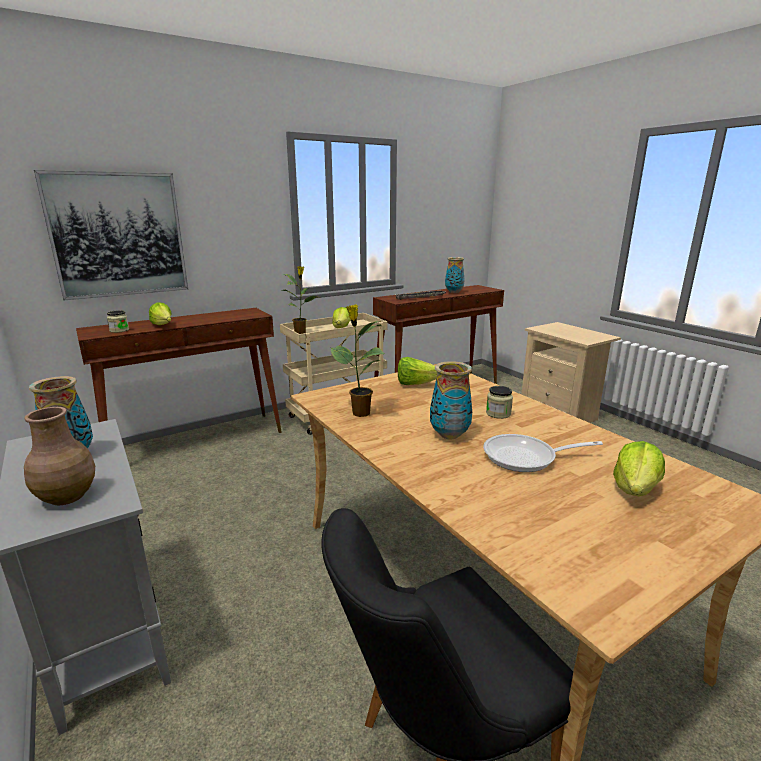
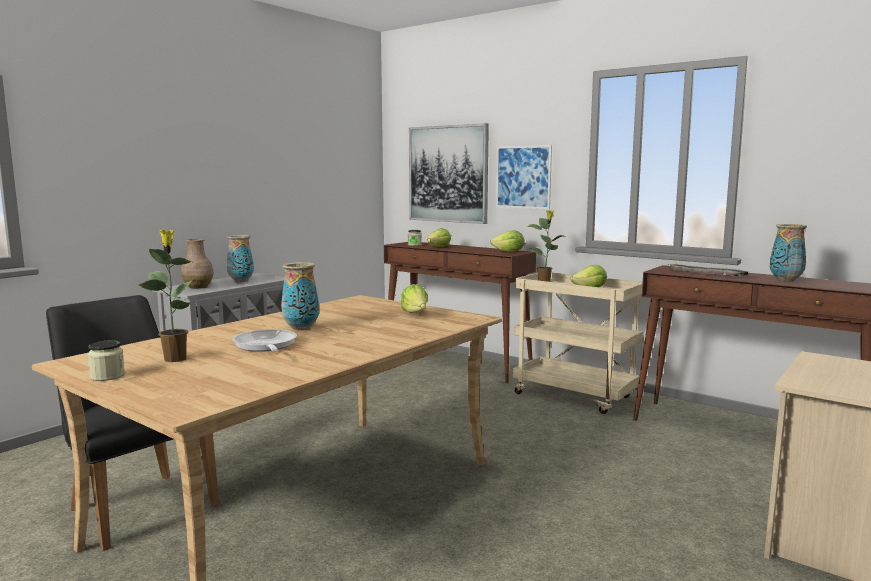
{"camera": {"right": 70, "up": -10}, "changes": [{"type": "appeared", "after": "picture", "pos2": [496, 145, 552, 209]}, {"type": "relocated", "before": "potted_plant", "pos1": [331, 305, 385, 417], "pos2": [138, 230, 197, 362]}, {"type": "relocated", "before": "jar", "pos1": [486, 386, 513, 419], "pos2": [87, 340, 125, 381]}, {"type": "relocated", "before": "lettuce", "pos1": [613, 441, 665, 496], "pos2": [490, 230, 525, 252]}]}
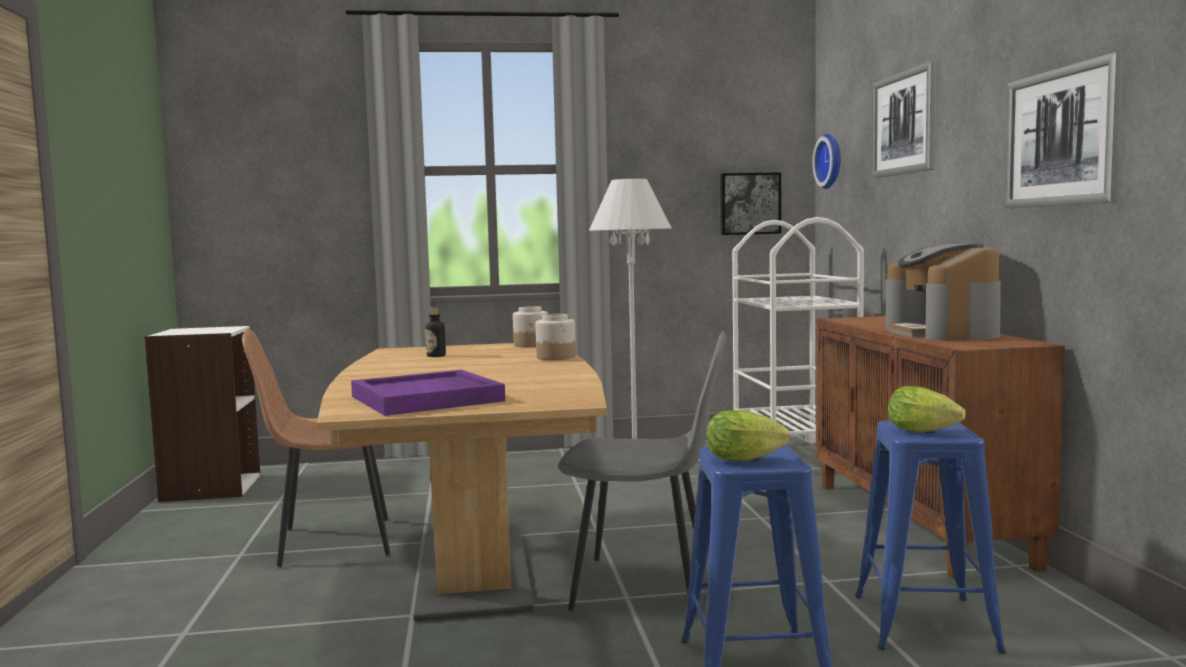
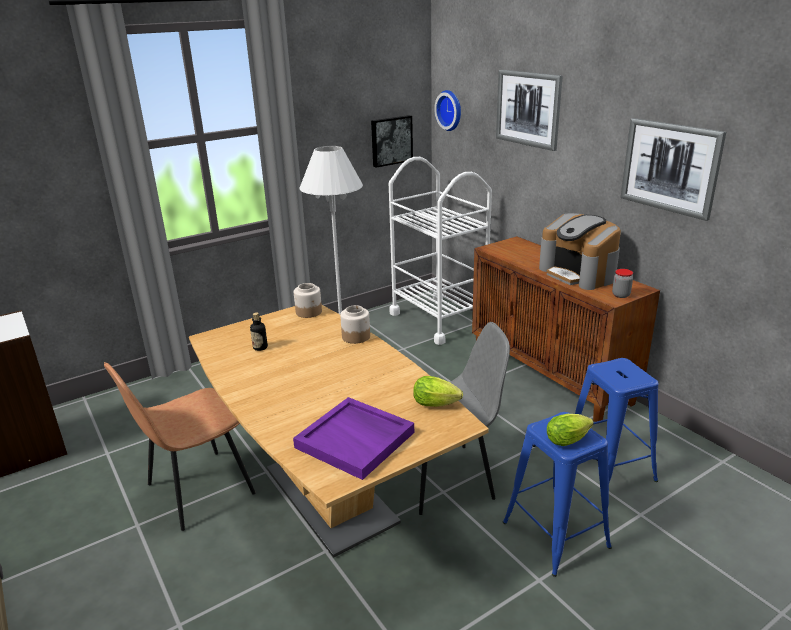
{"camera": {"right": -25, "up": 20}, "changes": [{"type": "appeared", "after": "jar", "pos2": [612, 269, 633, 298]}, {"type": "relocated", "before": "lettuce", "pos1": [888, 386, 966, 433], "pos2": [413, 376, 463, 407]}]}
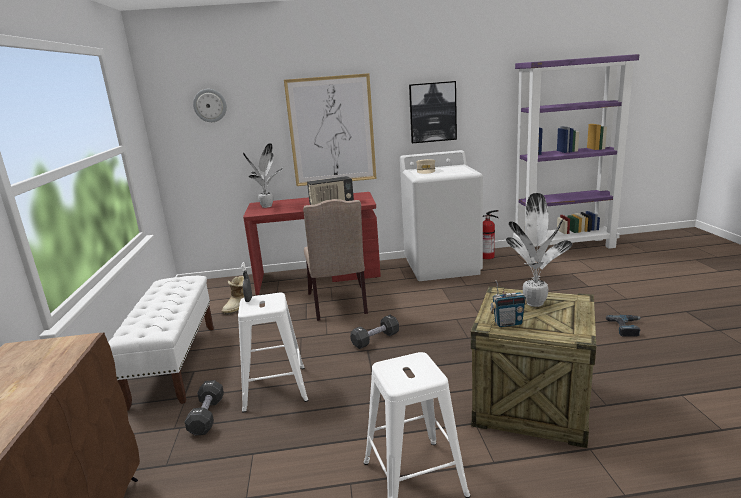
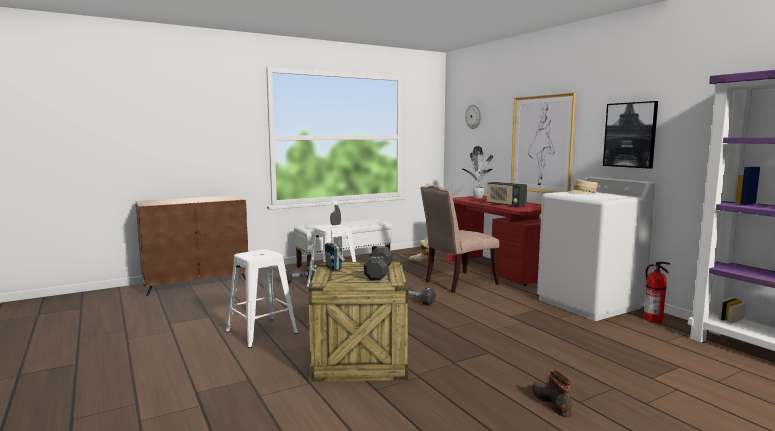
{"camera": {"right": 65, "up": -10}, "changes": [{"type": "exchanged", "before": "potted_plant", "after": "black_dumbbell", "pos1": [506, 193, 572, 307], "pos2": [364, 246, 392, 281]}, {"type": "exchanged", "before": "power_drill", "after": "boot", "pos1": [606, 315, 641, 336], "pos2": [532, 369, 572, 417]}]}
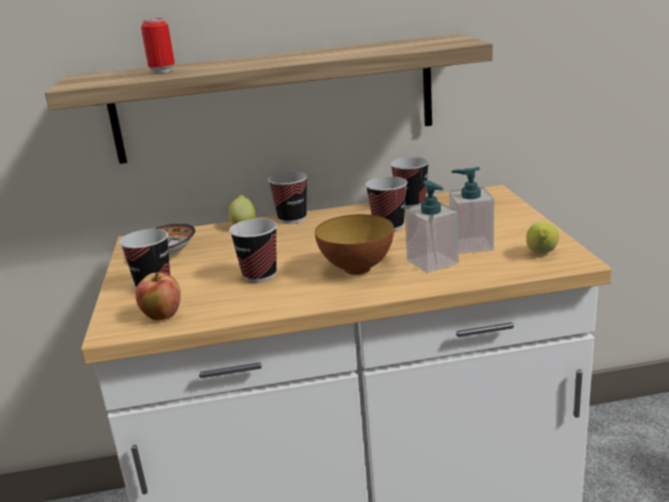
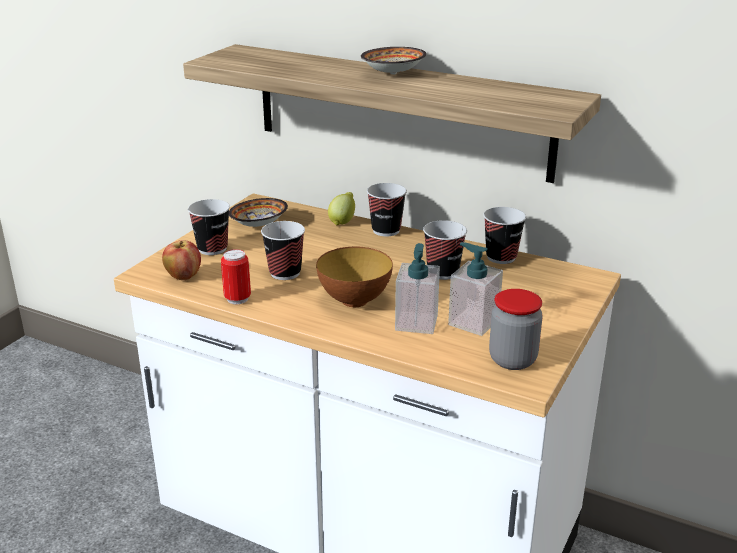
{"camera": {"right": 35, "up": 5}, "changes": [{"type": "appeared", "after": "bowl", "pos2": [361, 47, 426, 74]}, {"type": "relocated", "before": "can", "pos1": [141, 18, 175, 73], "pos2": [221, 249, 251, 304]}, {"type": "exchanged", "before": "lemon", "after": "jar", "pos1": [526, 221, 559, 254], "pos2": [489, 289, 543, 370]}]}
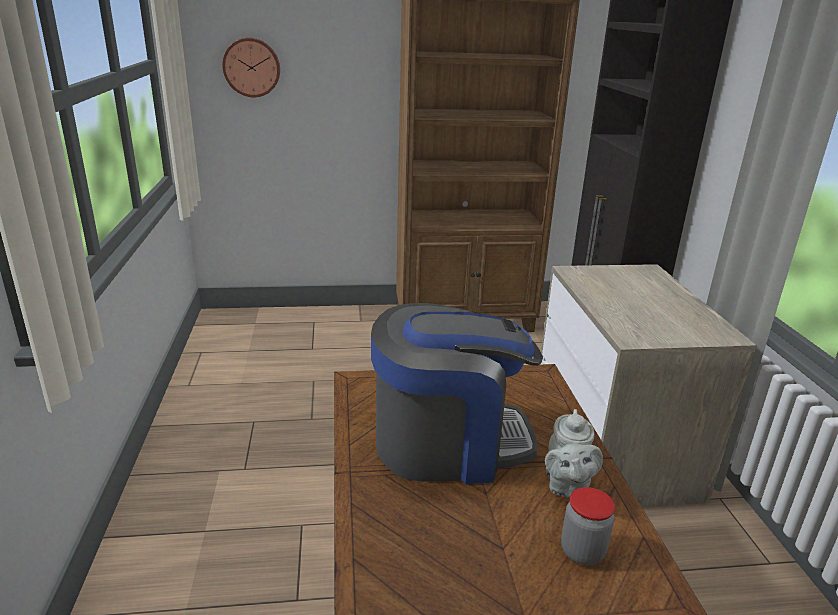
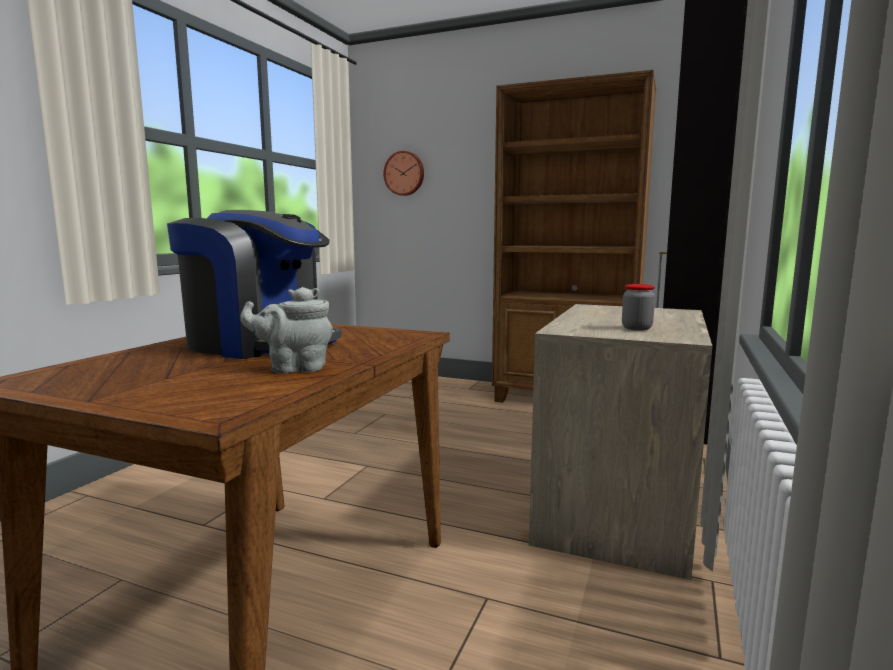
{"camera": {"right": 30, "up": -15}, "changes": [{"type": "relocated", "before": "jar", "pos1": [561, 487, 615, 565], "pos2": [622, 284, 655, 331]}, {"type": "spun", "before": "grey_teapot", "pos1": [545, 409, 603, 498], "pos2": [240, 287, 333, 373], "turn": 45}]}
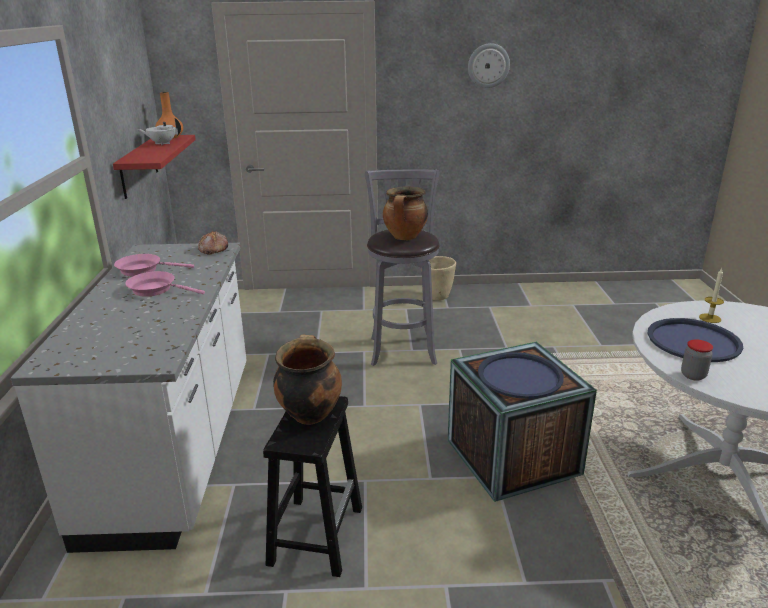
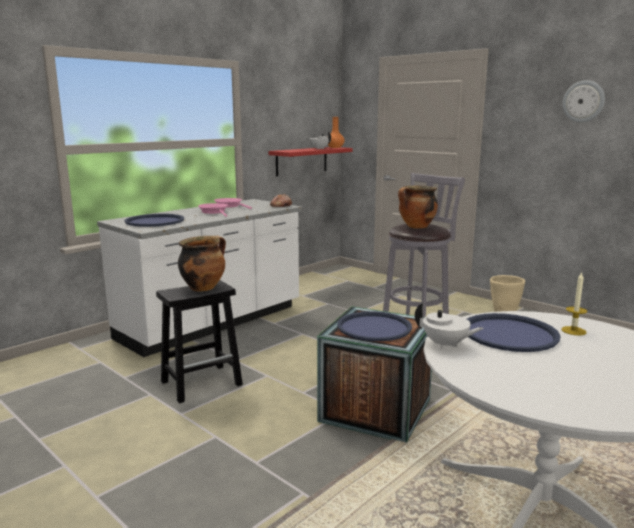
{"camera": {"right": 45, "up": -10}, "changes": [{"type": "appeared", "after": "blue_tray", "pos2": [124, 214, 184, 227]}, {"type": "exchanged", "before": "jar", "after": "white_teapot", "pos1": [681, 339, 713, 381], "pos2": [415, 302, 484, 349]}]}
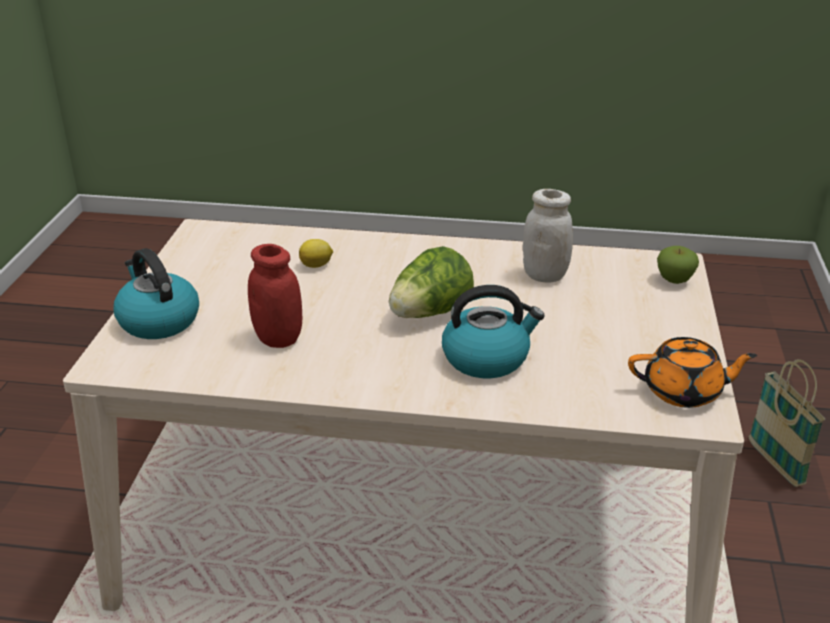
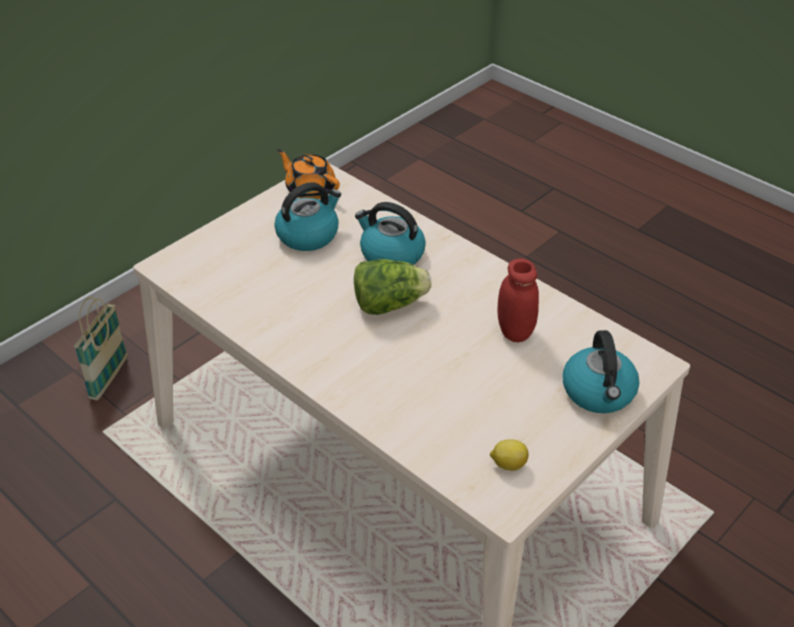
{"camera": {"right": -145, "up": 10}, "changes": [{"type": "missing", "before": "white_jar", "pos1": [523, 189, 573, 283]}, {"type": "missing", "before": "apple", "pos1": [657, 246, 699, 284]}, {"type": "appeared", "after": "kettle", "pos2": [274, 182, 341, 251]}, {"type": "relocated", "before": "lemon", "pos1": [299, 239, 333, 268], "pos2": [490, 439, 529, 471]}]}
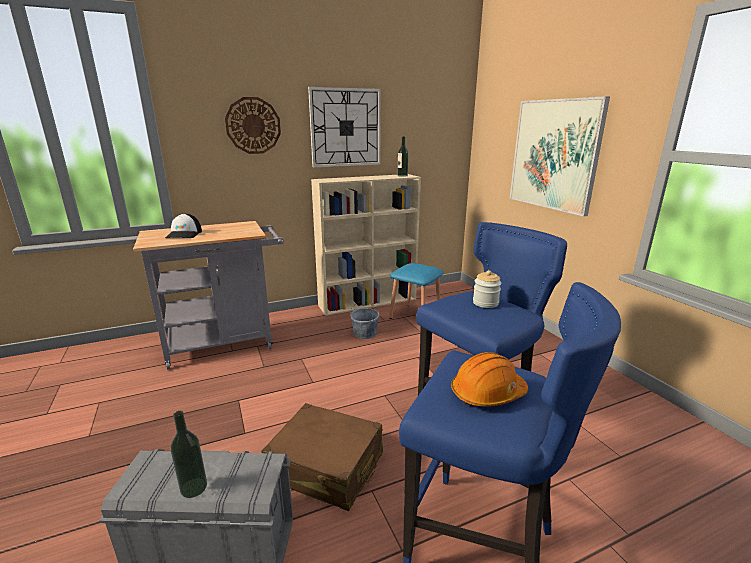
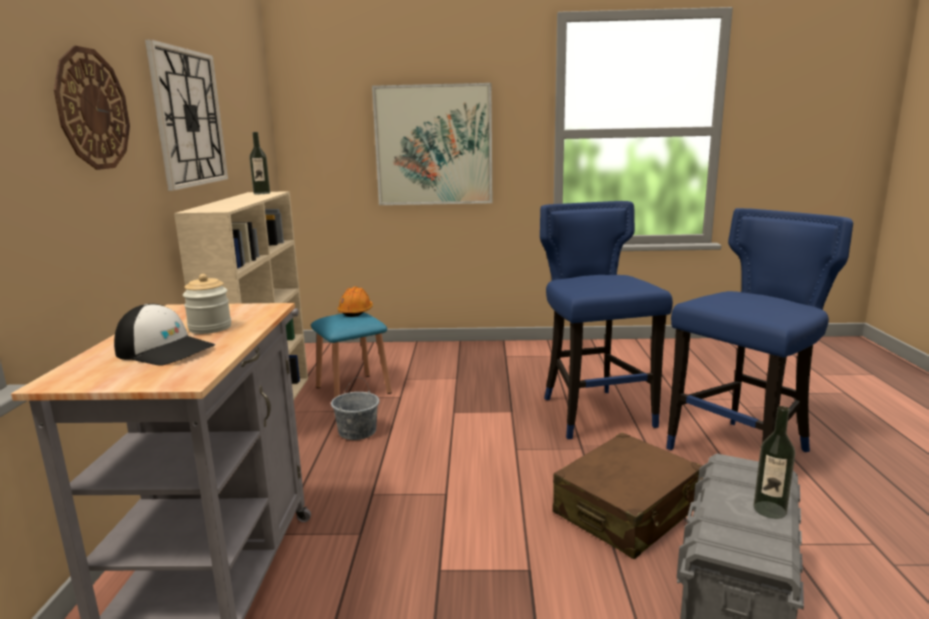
{"camera": {"right": -65, "up": -5}, "changes": [{"type": "relocated", "before": "orange_hard_hat", "pos1": [451, 352, 528, 407], "pos2": [337, 287, 373, 317]}, {"type": "relocated", "before": "jar", "pos1": [473, 270, 501, 308], "pos2": [183, 274, 231, 334]}]}
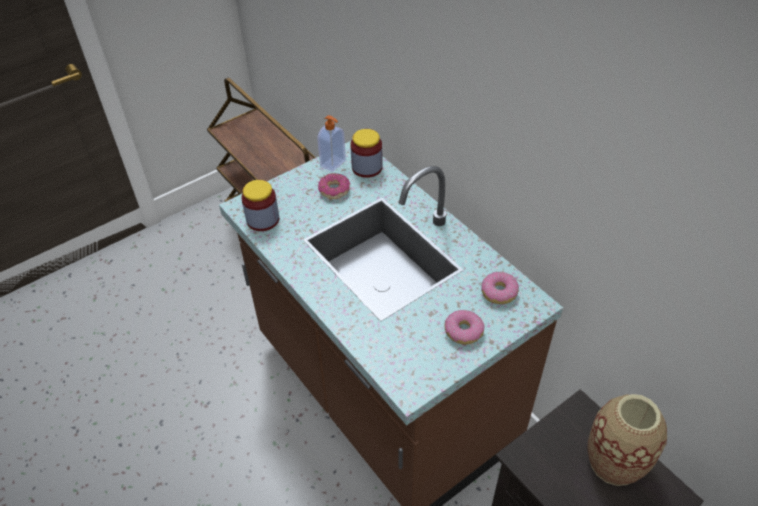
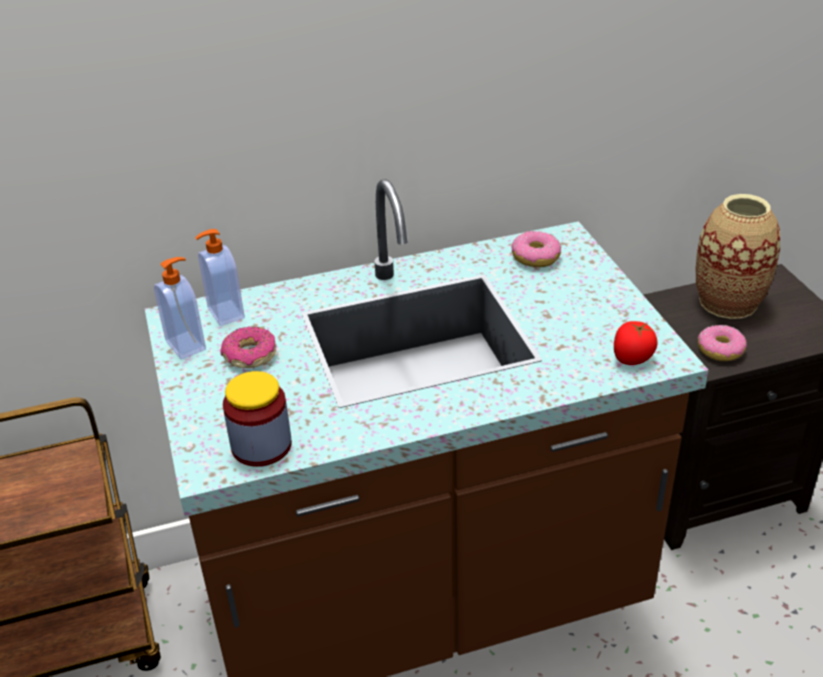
{"camera": {"right": -70, "up": -10}, "changes": [{"type": "appeared", "after": "tomato", "pos2": [614, 321, 658, 365]}, {"type": "relocated", "before": "donut", "pos1": [444, 309, 485, 345], "pos2": [697, 325, 747, 361]}, {"type": "exchanged", "before": "jar", "after": "soap_dispenser", "pos1": [350, 129, 383, 178], "pos2": [195, 229, 245, 326]}]}
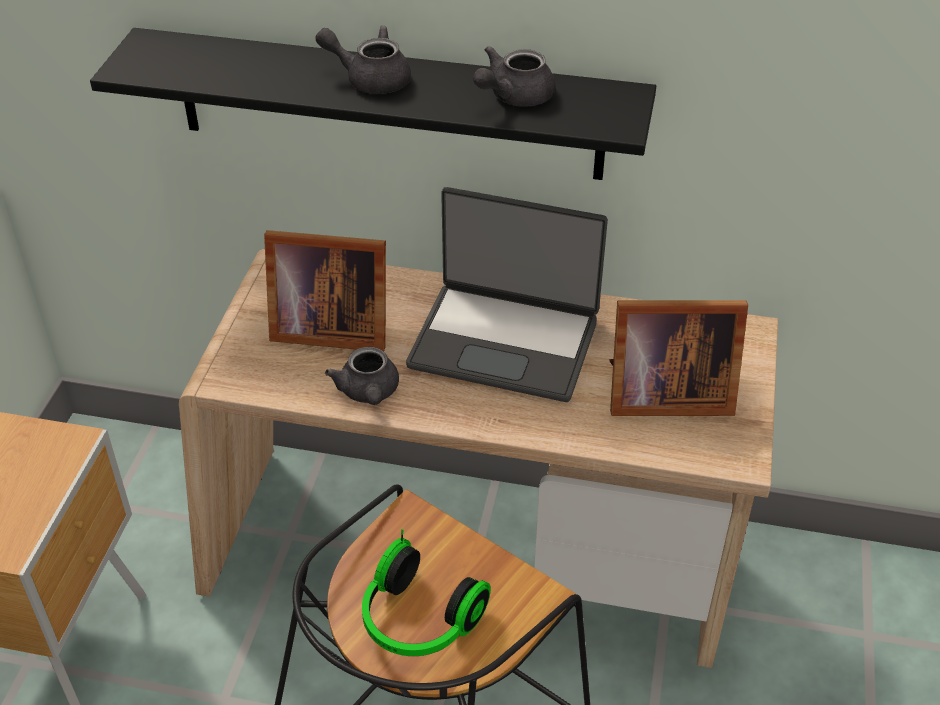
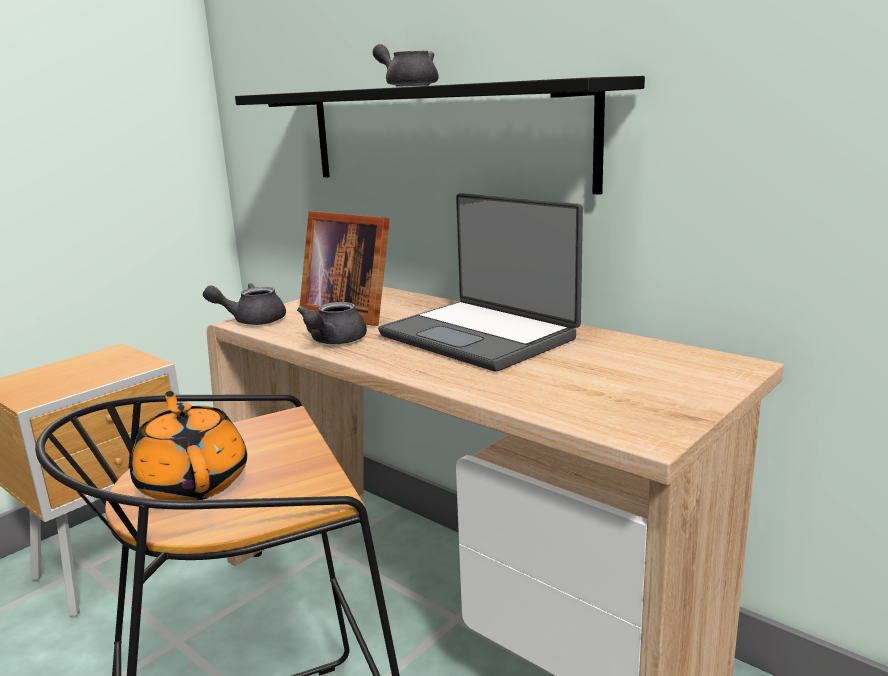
{"camera": {"right": 30, "up": -25}, "changes": [{"type": "missing", "before": "picture_frame", "pos1": [610, 300, 748, 416]}, {"type": "relocated", "before": "grey_teapot", "pos1": [473, 46, 556, 107], "pos2": [203, 283, 286, 325]}, {"type": "exchanged", "before": "headphones", "after": "orange_teapot", "pos1": [362, 529, 491, 656], "pos2": [130, 391, 247, 500]}]}
